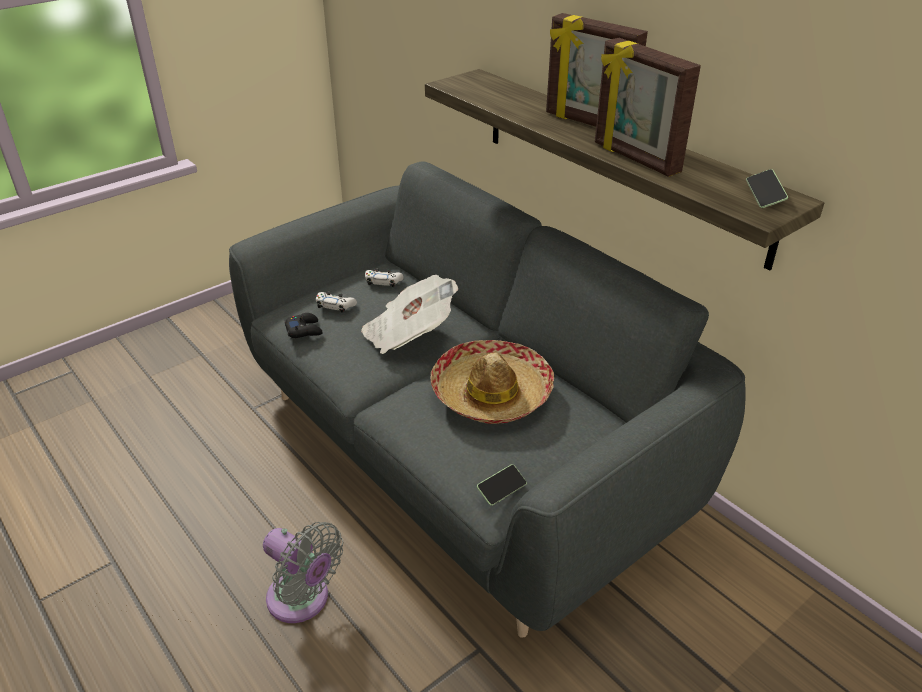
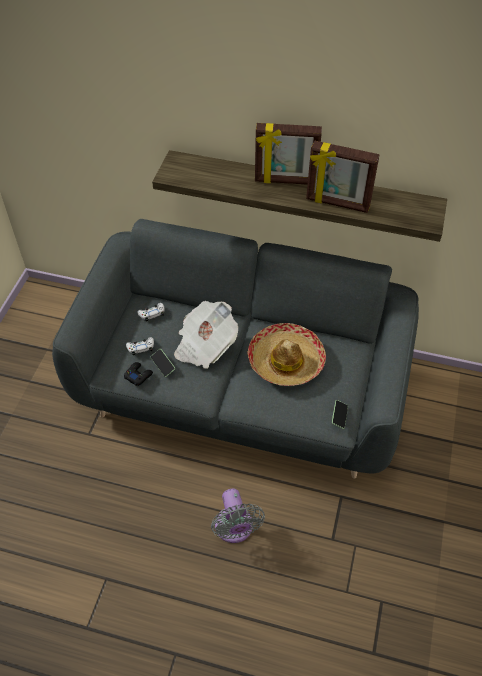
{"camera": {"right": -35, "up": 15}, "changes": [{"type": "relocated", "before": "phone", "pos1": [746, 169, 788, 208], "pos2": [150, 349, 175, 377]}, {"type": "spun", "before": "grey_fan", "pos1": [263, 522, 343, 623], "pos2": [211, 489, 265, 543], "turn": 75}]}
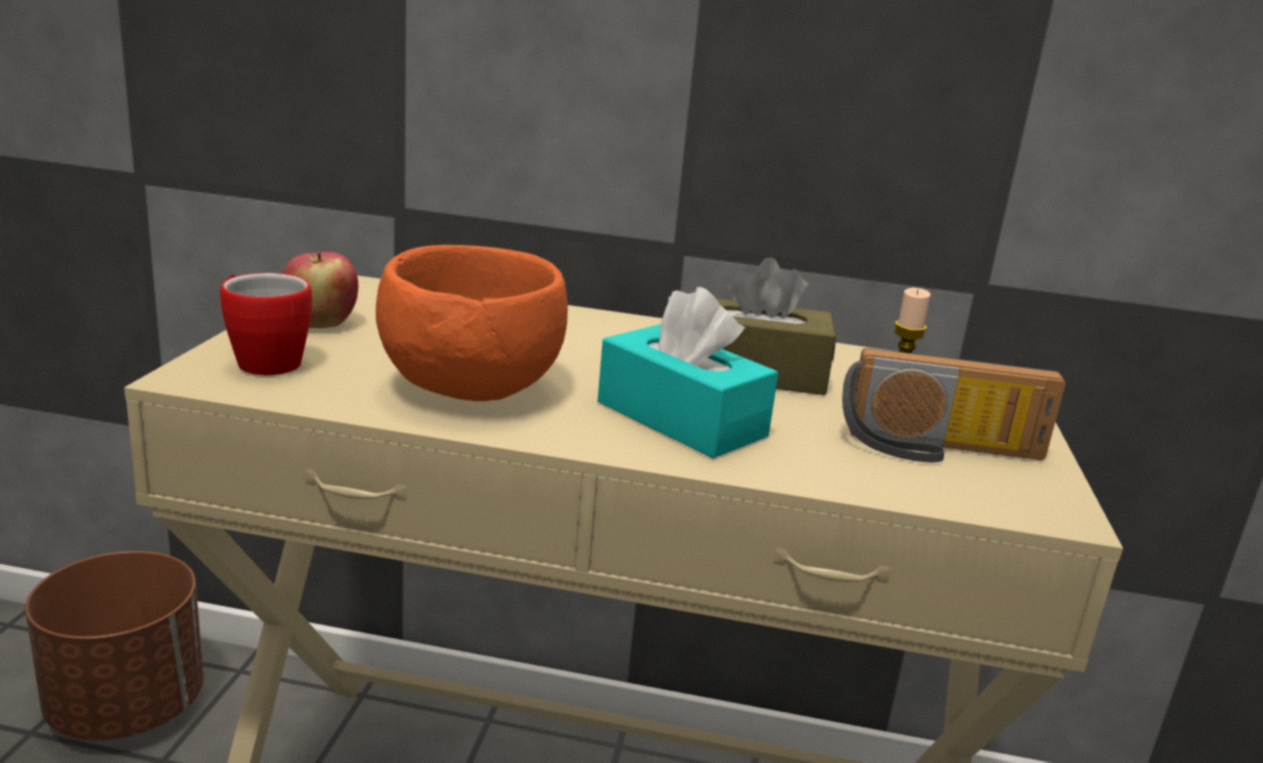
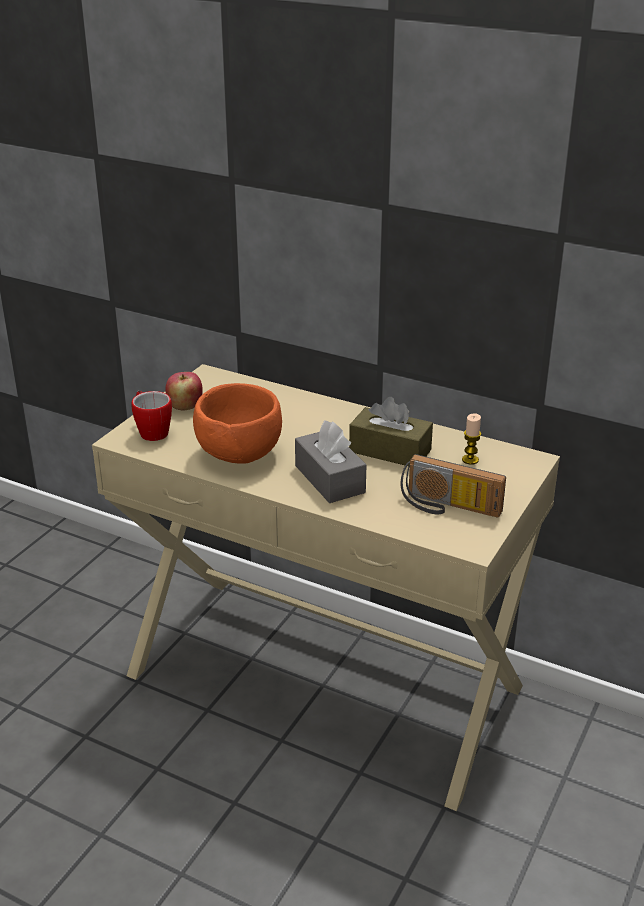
{"camera": {"right": 20, "up": 10}, "changes": [{"type": "missing", "before": "brown_planter", "pos1": [25, 551, 204, 741]}, {"type": "colour", "before": "turquoise_tissue_box", "after": "grey_tissue_box", "pos1": [598, 287, 778, 458], "pos2": [295, 420, 366, 503]}]}
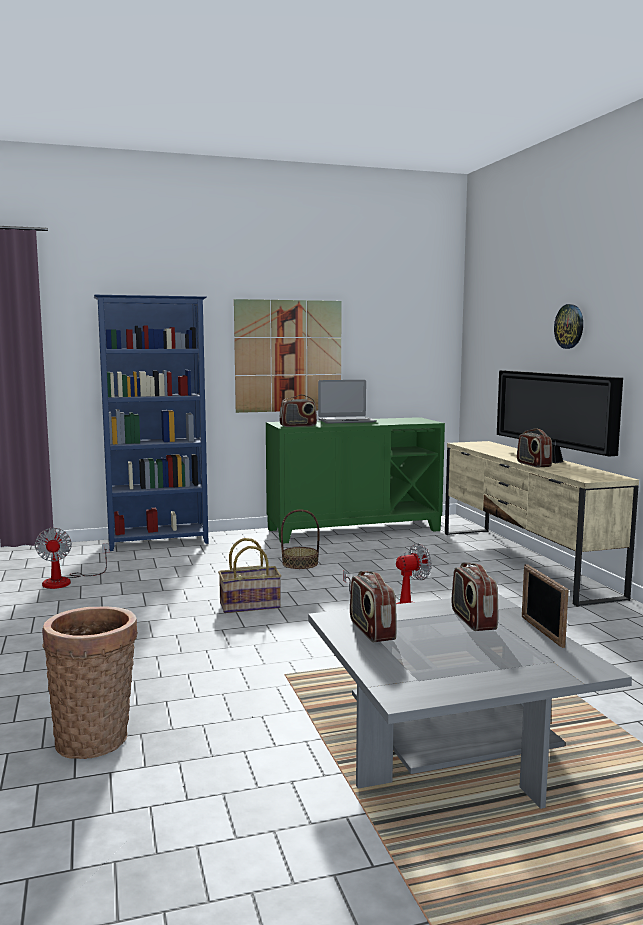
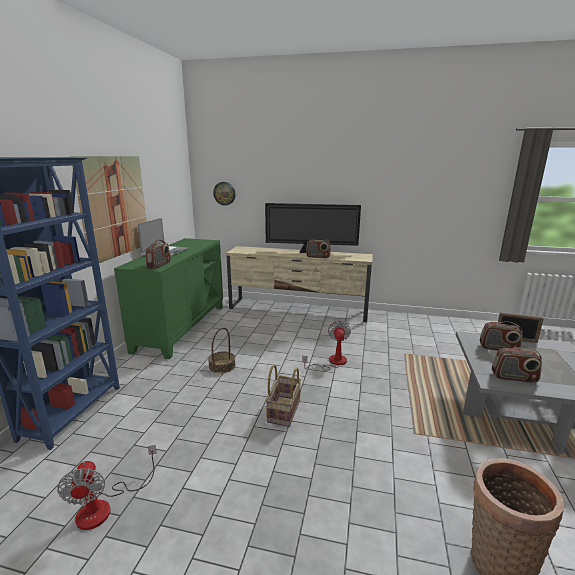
{"camera": {"right": -60, "up": 10}, "changes": [{"type": "relocated", "before": "wall_clock", "pos1": [554, 304, 583, 349], "pos2": [213, 182, 236, 206]}, {"type": "spun", "before": "fan", "pos1": [35, 528, 109, 589], "pos2": [57, 445, 157, 530], "turn": 60}]}
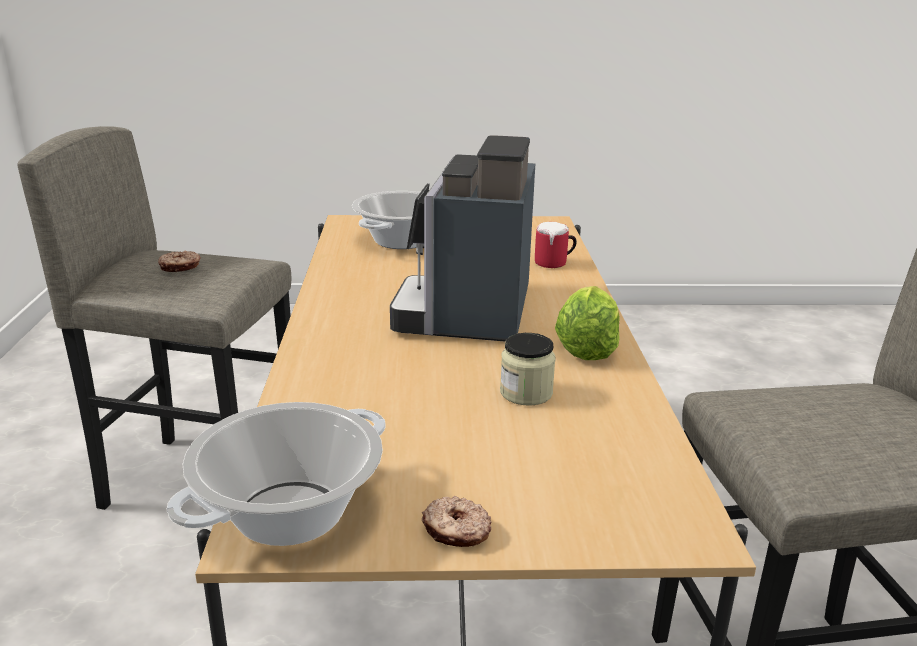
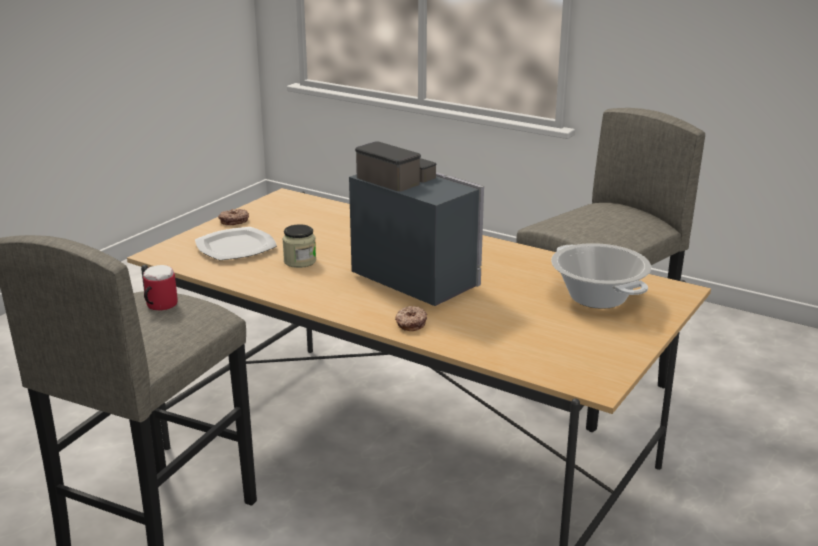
{"camera": {"right": 125, "up": 0}, "changes": [{"type": "missing", "before": "cooking_pot", "pos1": [167, 402, 386, 546]}, {"type": "missing", "before": "lettuce", "pos1": [555, 286, 620, 360]}, {"type": "appeared", "after": "plate", "pos2": [195, 227, 277, 260]}, {"type": "relocated", "before": "donut", "pos1": [158, 251, 201, 272], "pos2": [395, 306, 427, 331]}, {"type": "relocated", "before": "mug", "pos1": [535, 222, 577, 268], "pos2": [143, 265, 177, 310]}]}
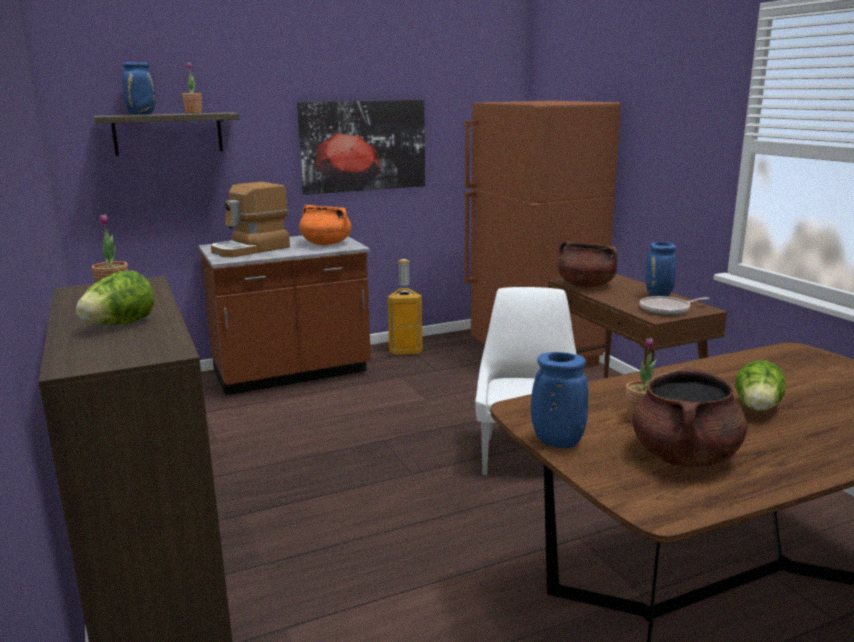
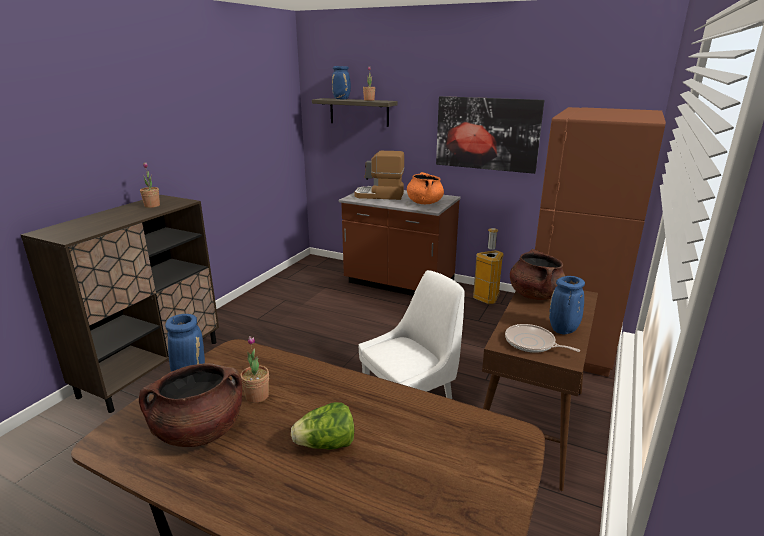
{"camera": {"right": 50, "up": 5}, "changes": [{"type": "missing", "before": "lettuce", "pos1": [76, 271, 154, 325]}]}
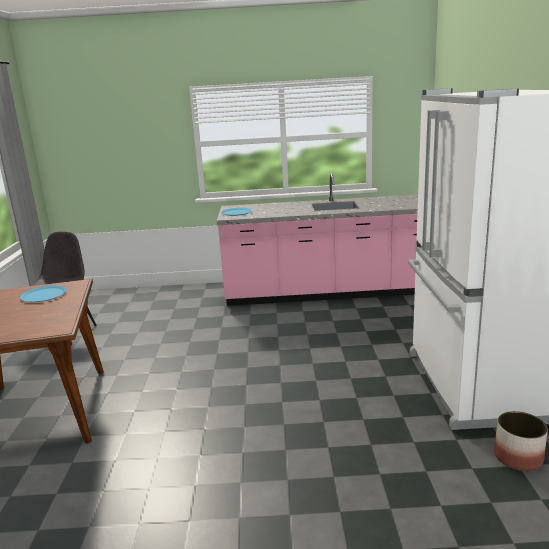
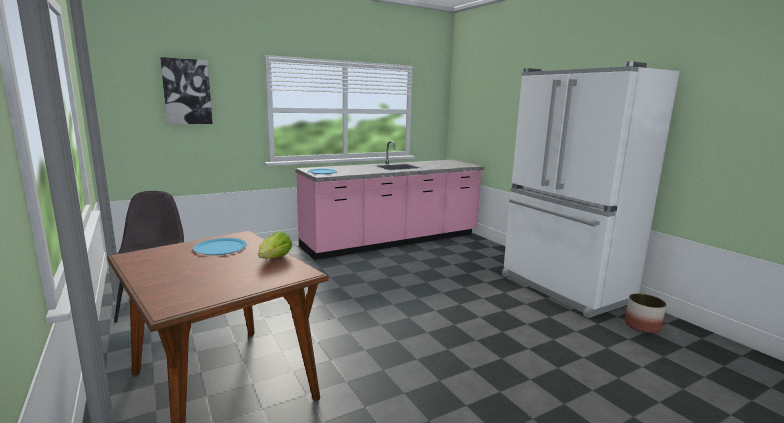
{"camera": {"right": -30, "up": -5}, "changes": [{"type": "appeared", "after": "picture", "pos2": [160, 57, 212, 124]}, {"type": "appeared", "after": "lettuce", "pos2": [258, 231, 292, 259]}]}
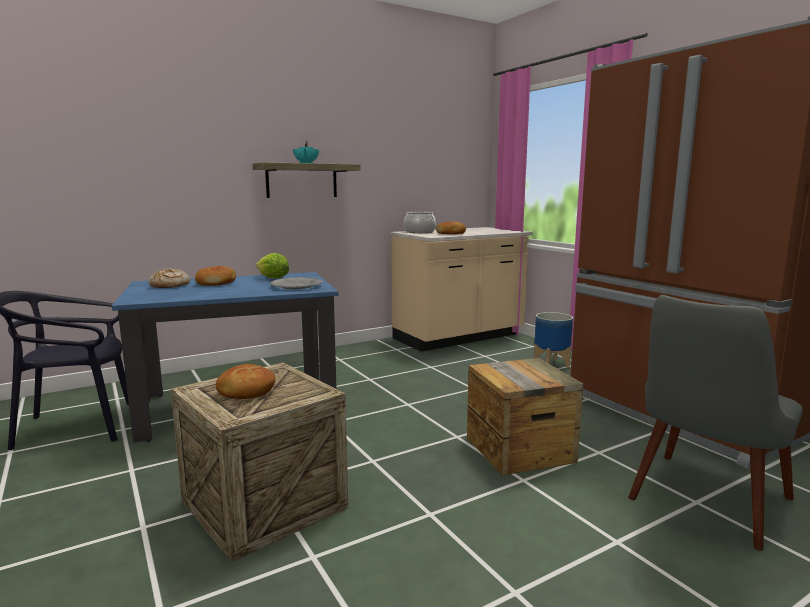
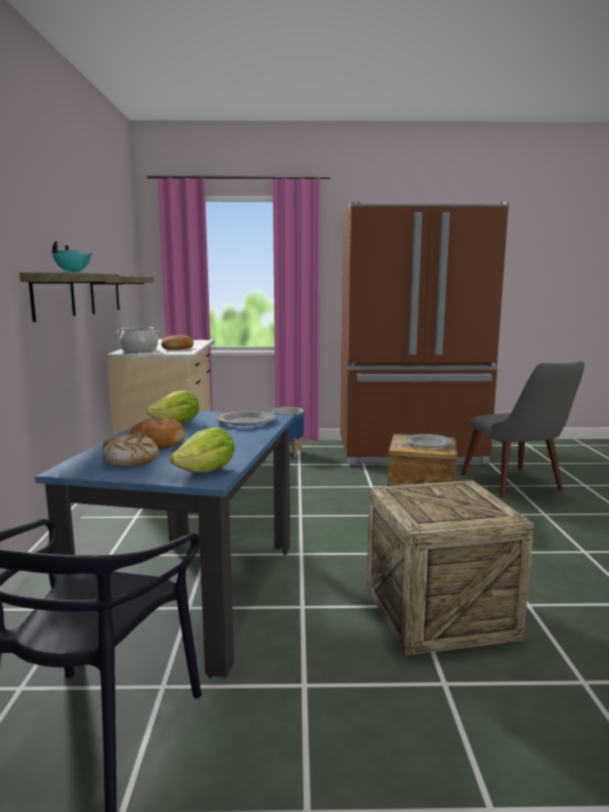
{"camera": {"right": -60, "up": 0}, "changes": [{"type": "missing", "before": "bread", "pos1": [215, 364, 276, 399]}, {"type": "appeared", "after": "shelf", "pos2": [90, 276, 154, 314]}, {"type": "appeared", "after": "lettuce", "pos2": [170, 427, 235, 472]}, {"type": "appeared", "after": "grey_plate", "pos2": [405, 434, 452, 448]}]}
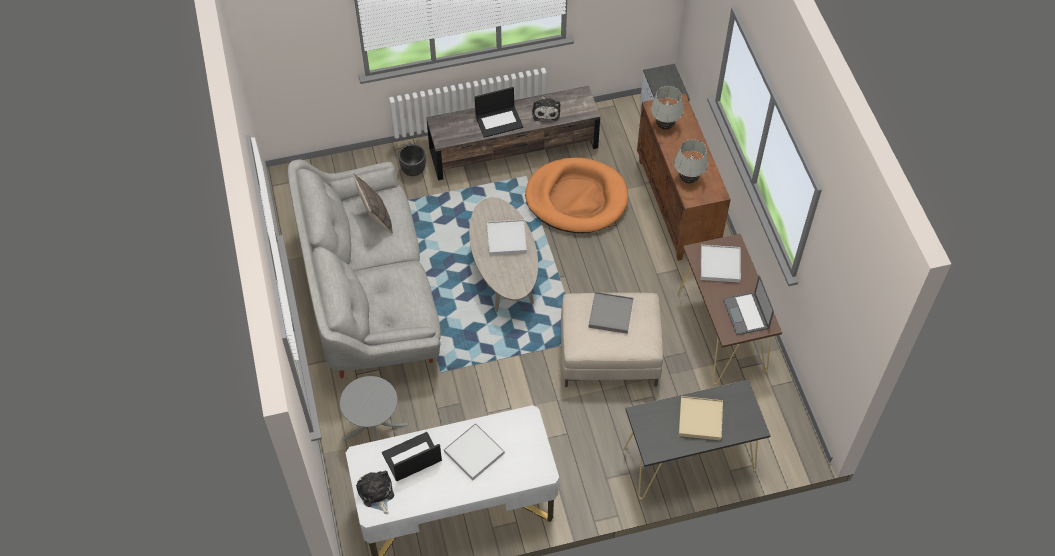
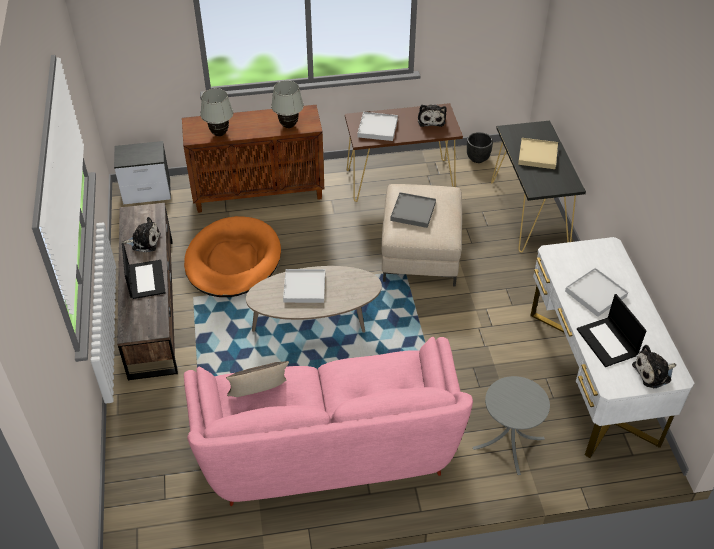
{"camera": {"right": -85, "up": -10}, "changes": [{"type": "relocated", "before": "black_planter", "pos1": [398, 144, 426, 176], "pos2": [467, 132, 493, 163]}, {"type": "exchanged", "before": "laptop", "after": "plush_toy", "pos1": [723, 275, 774, 336], "pos2": [418, 104, 447, 127]}, {"type": "colour", "before": "grey_sofa", "after": "pink_sofa", "pos1": [288, 159, 441, 378], "pos2": [184, 337, 473, 506]}]}
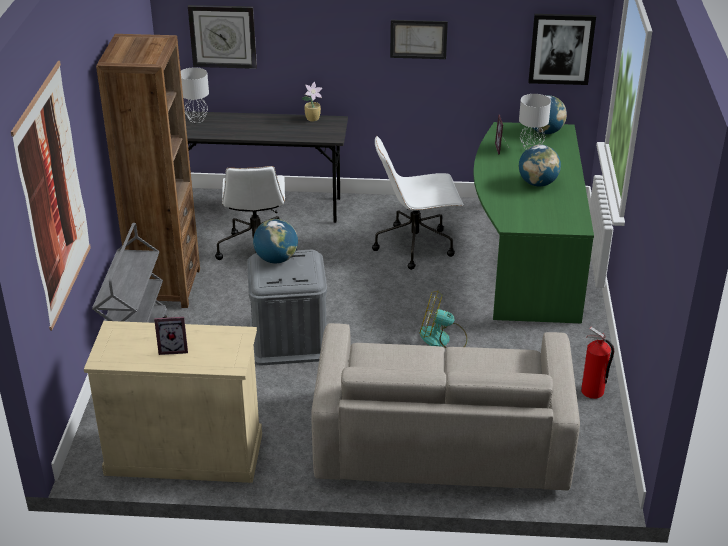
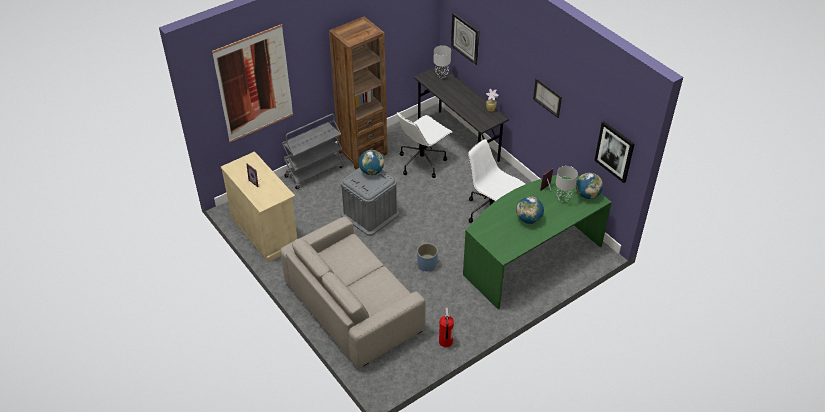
{"camera": {"right": 50, "up": 10}, "changes": [{"type": "exchanged", "before": "fan", "after": "blue_planter", "pos1": [419, 291, 467, 348], "pos2": [417, 243, 438, 271]}]}
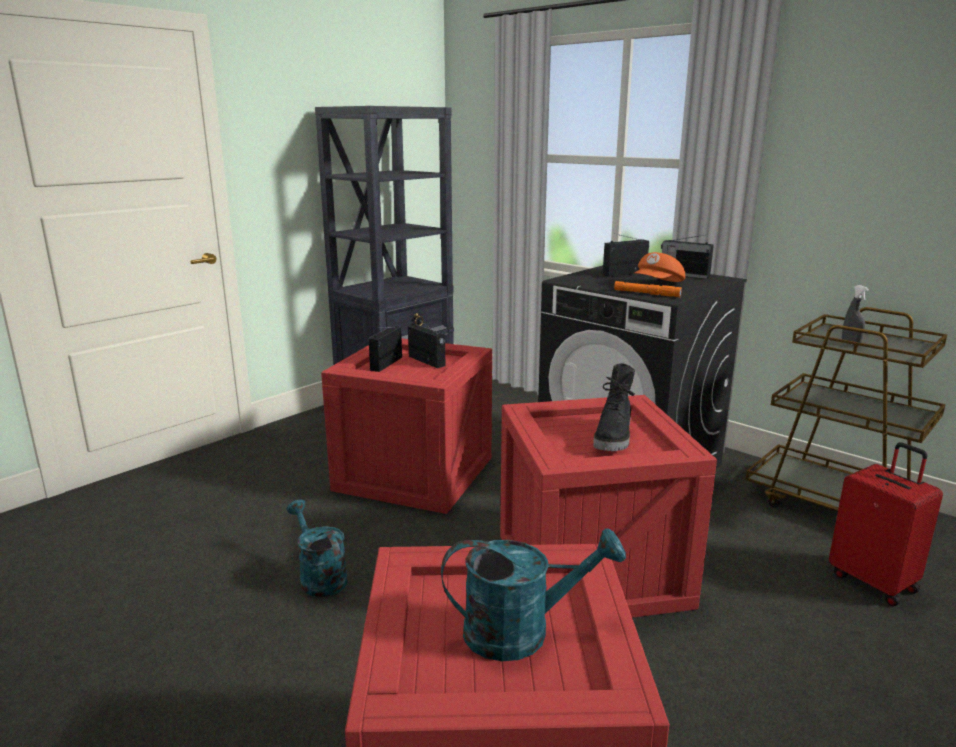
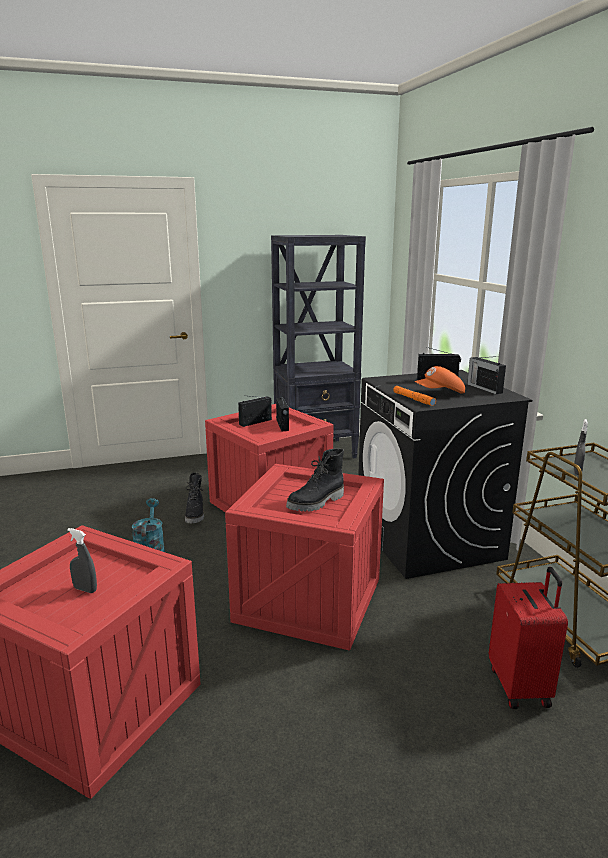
{"camera": {"right": 30, "up": 0}, "changes": [{"type": "appeared", "after": "black_boot", "pos2": [185, 472, 204, 523]}, {"type": "exchanged", "before": "turquoise_watering_can", "after": "grey_spray_bottle", "pos1": [441, 528, 626, 661], "pos2": [67, 528, 97, 593]}]}
